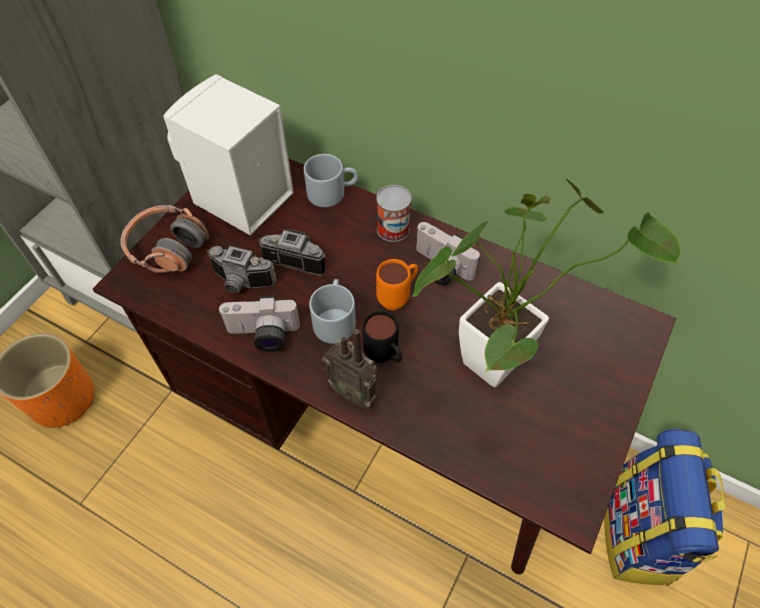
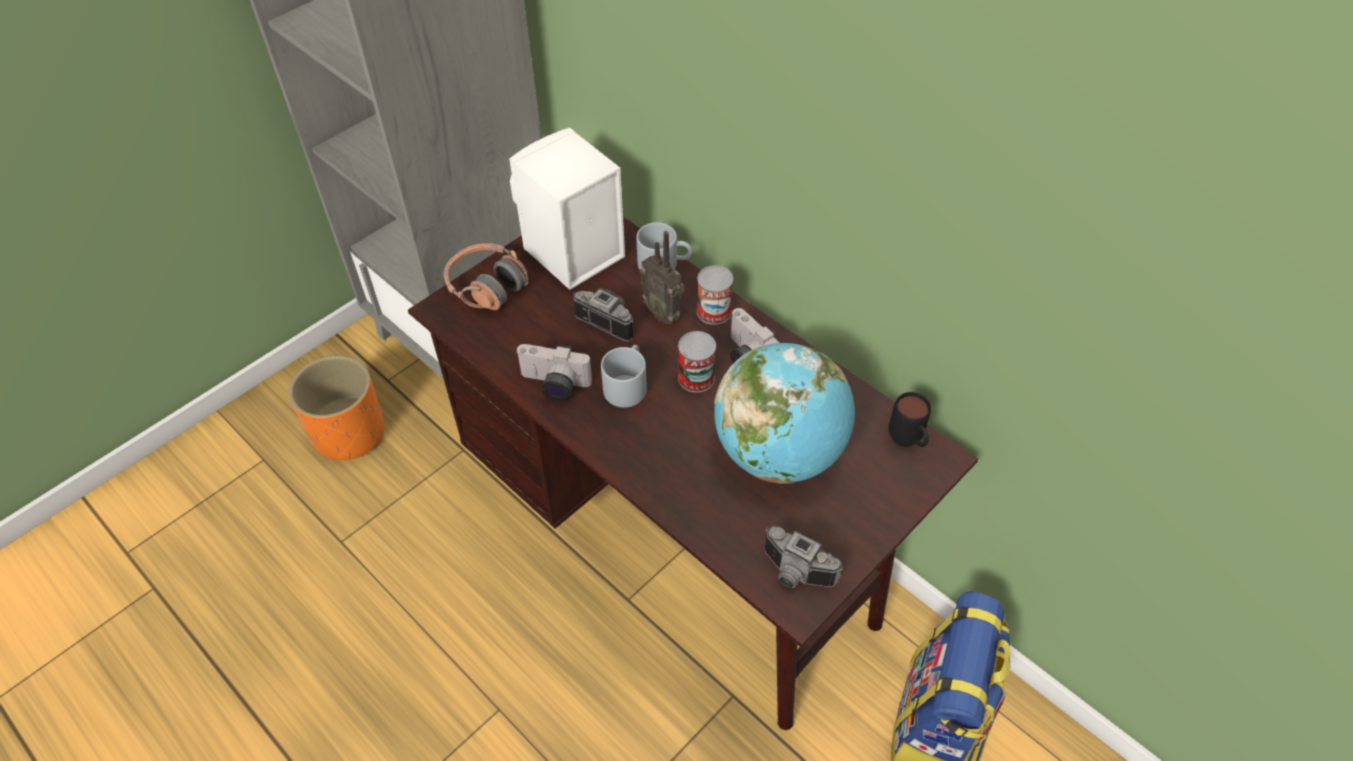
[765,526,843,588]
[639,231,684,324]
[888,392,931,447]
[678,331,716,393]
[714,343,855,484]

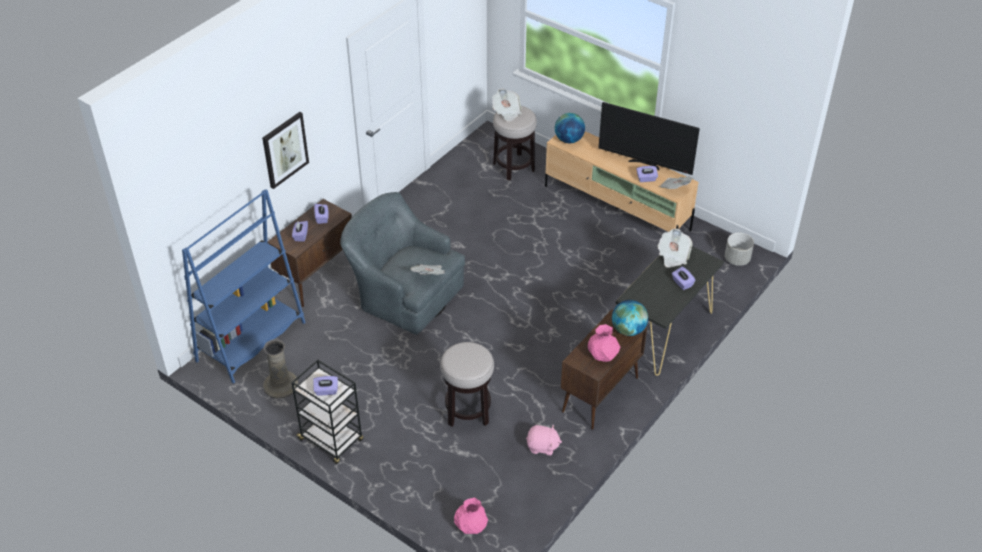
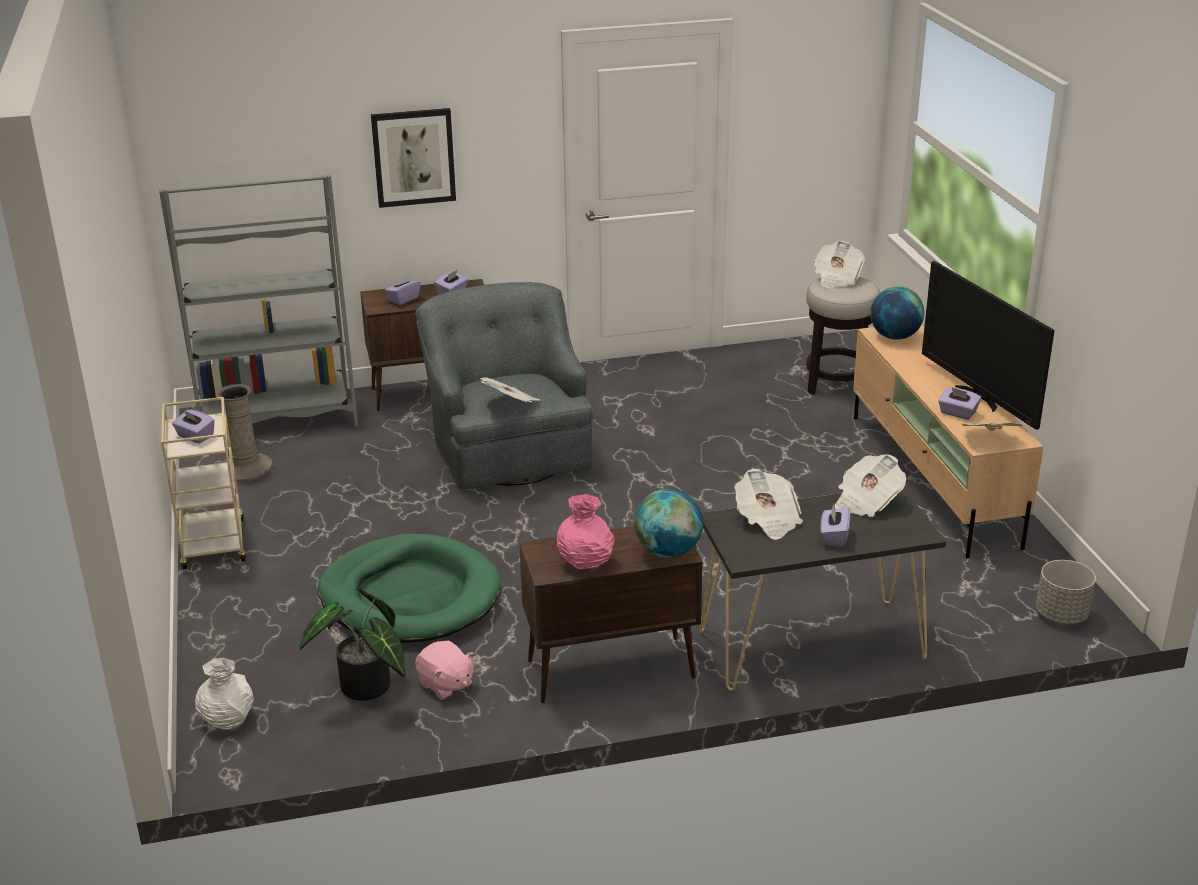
[159,175,358,426]
[161,397,247,570]
[318,534,501,643]
[195,658,254,729]
[300,587,405,701]
[734,469,803,540]

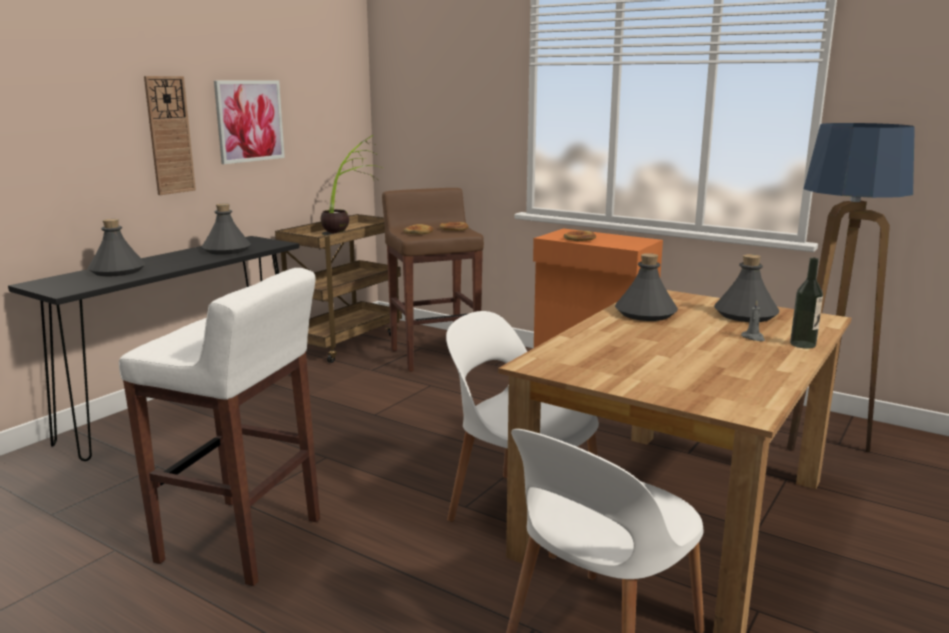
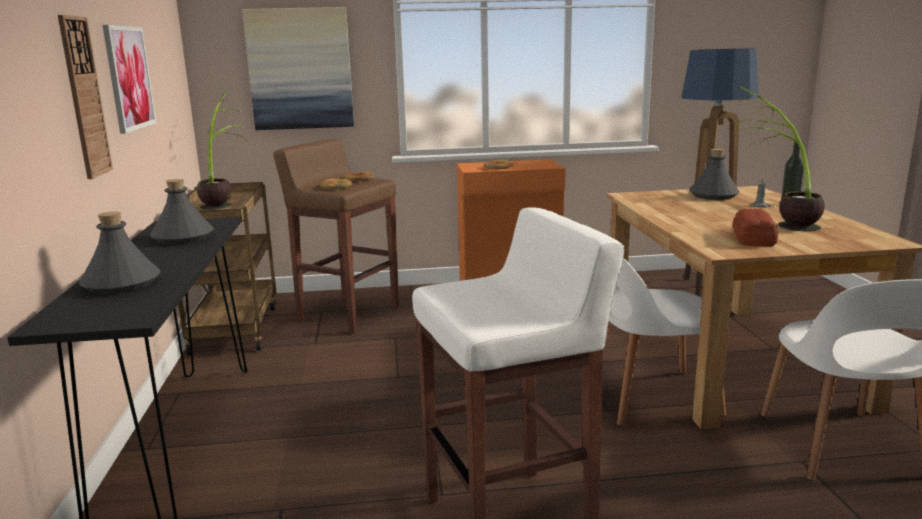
[615,253,678,321] (first image)
[242,7,354,130]
[732,209,778,247]
[733,86,825,231]

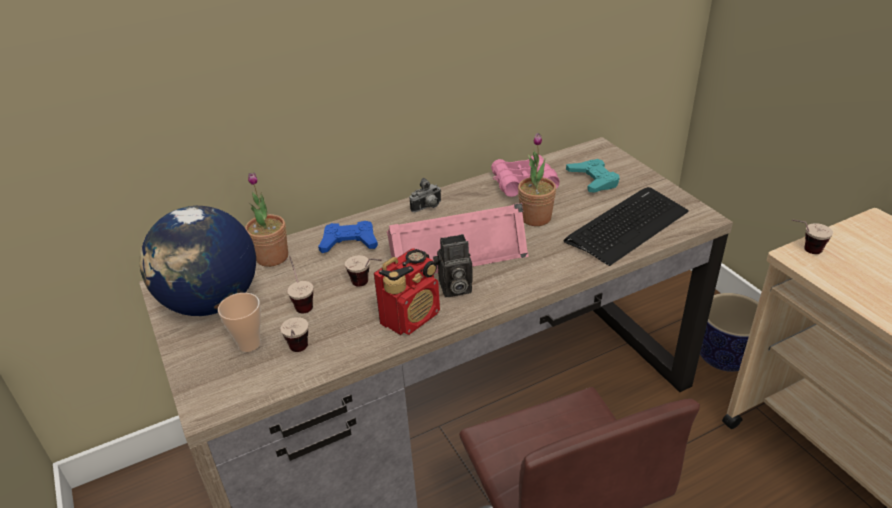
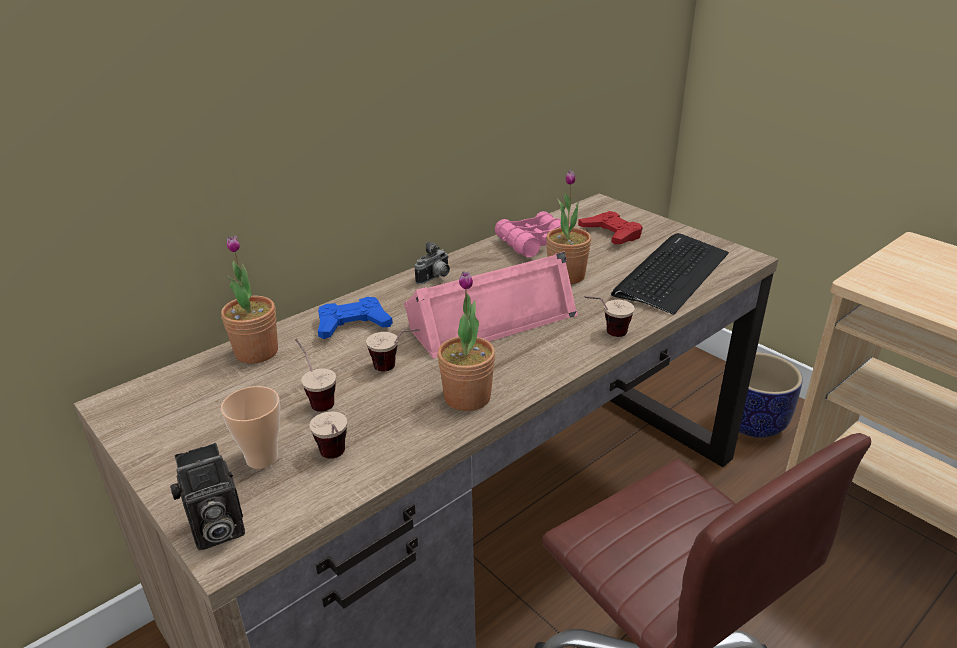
[140,206,256,316] (first image)
[437,271,495,411]
[170,443,245,550]
[578,211,643,244]
[584,296,635,337]

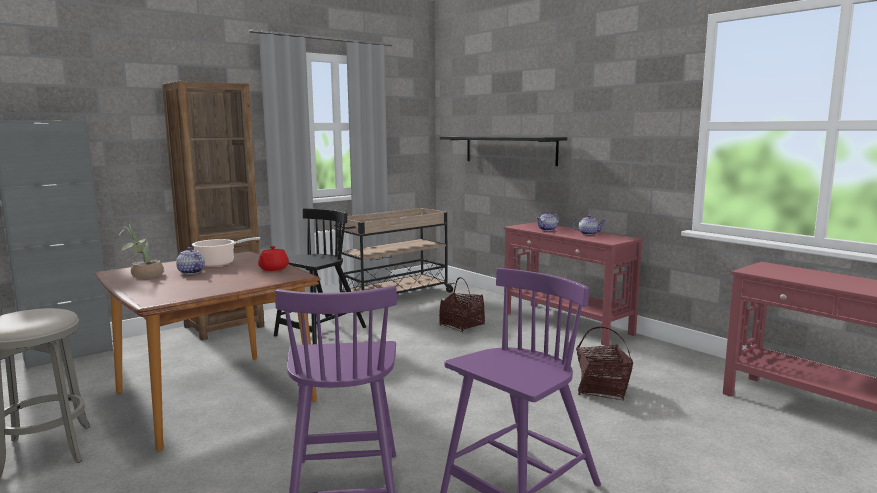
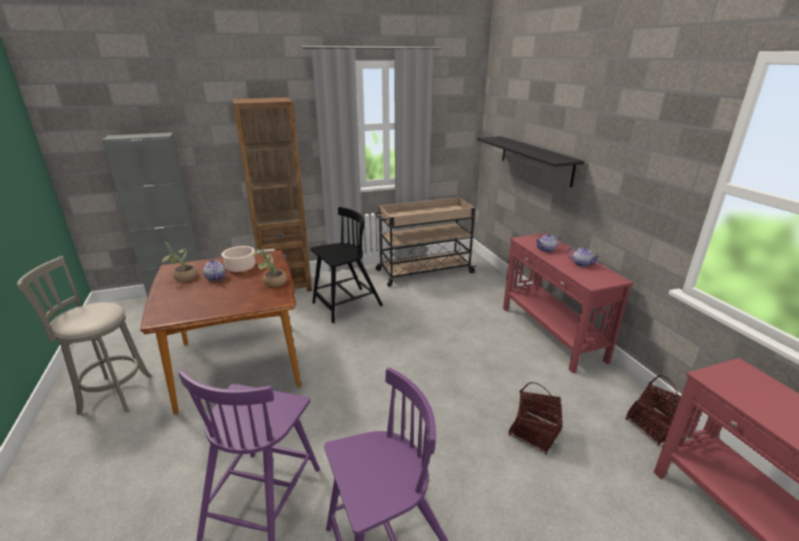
[253,248,287,287]
[626,375,681,446]

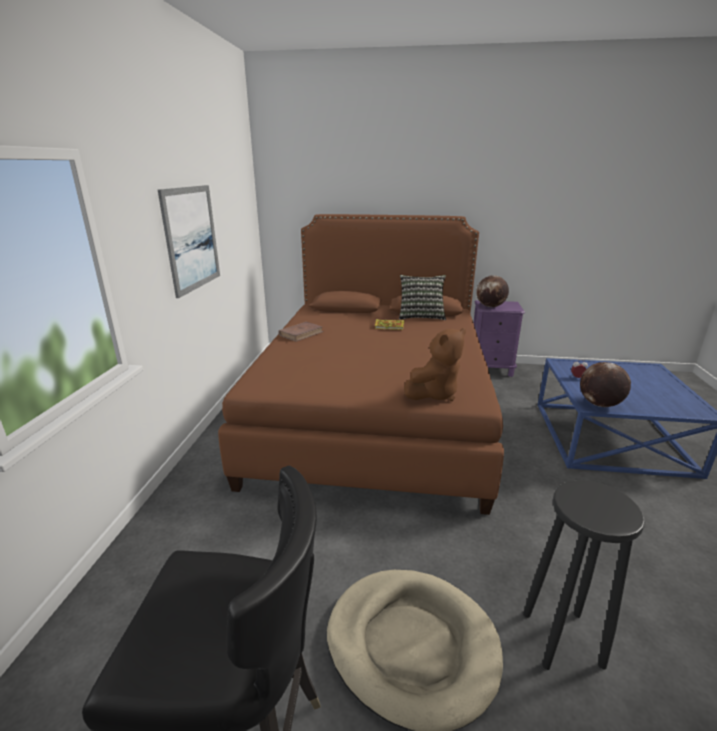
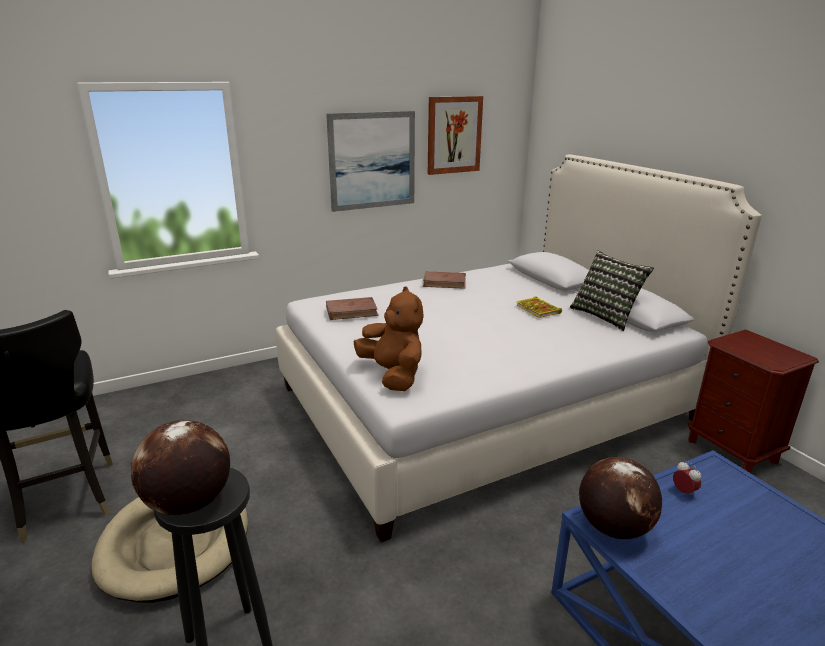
[276,155,762,542]
[354,286,424,391]
[688,330,819,473]
[131,420,230,515]
[326,297,379,320]
[428,96,483,175]

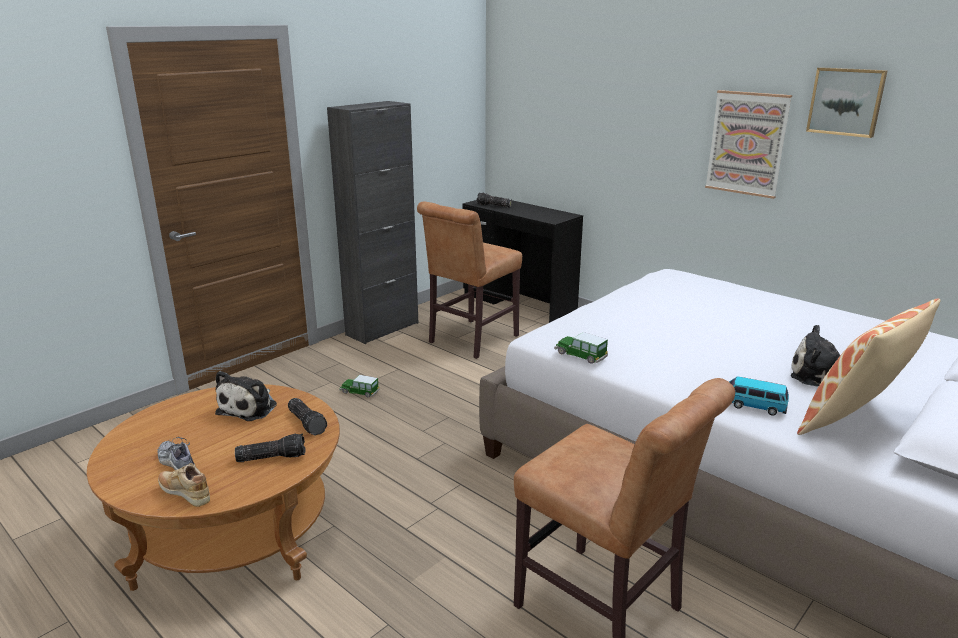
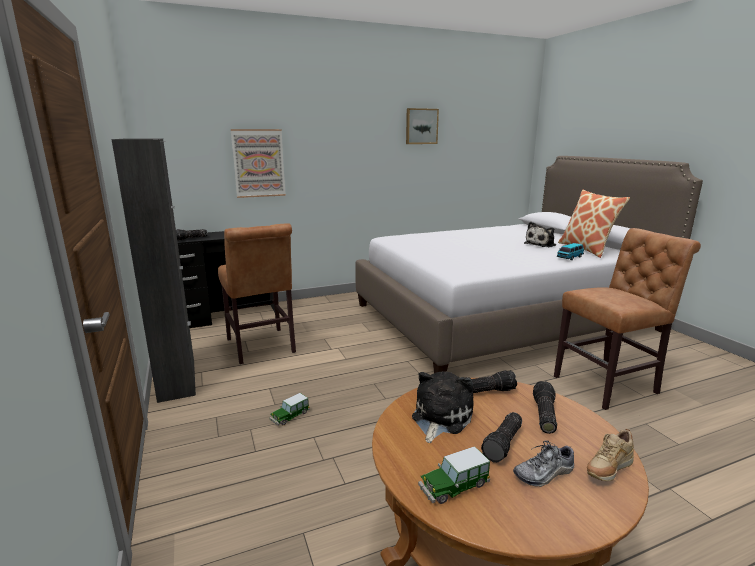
[412,371,473,443]
[418,446,490,504]
[231,129,286,198]
[481,412,522,463]

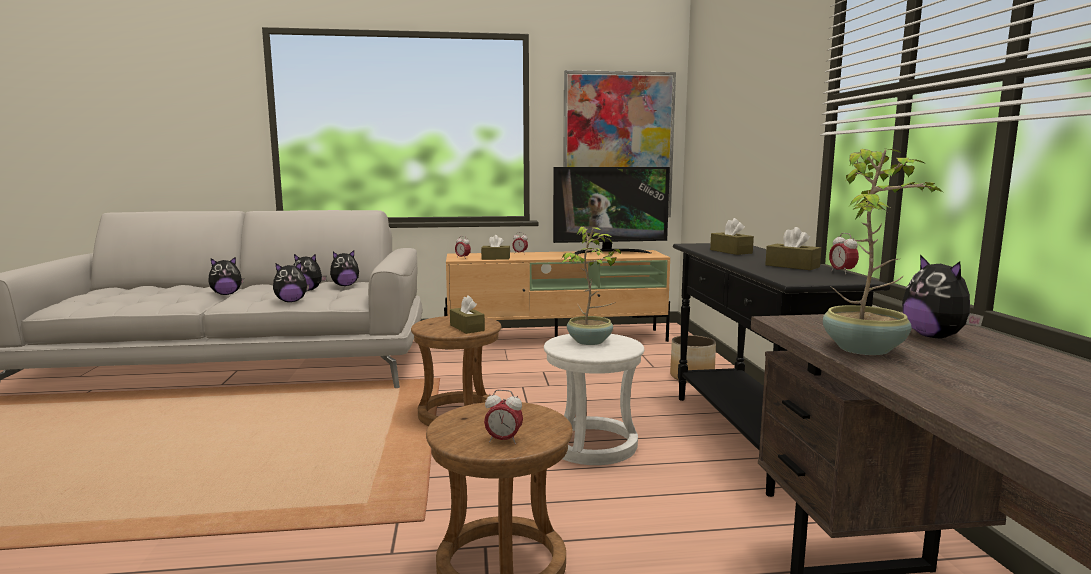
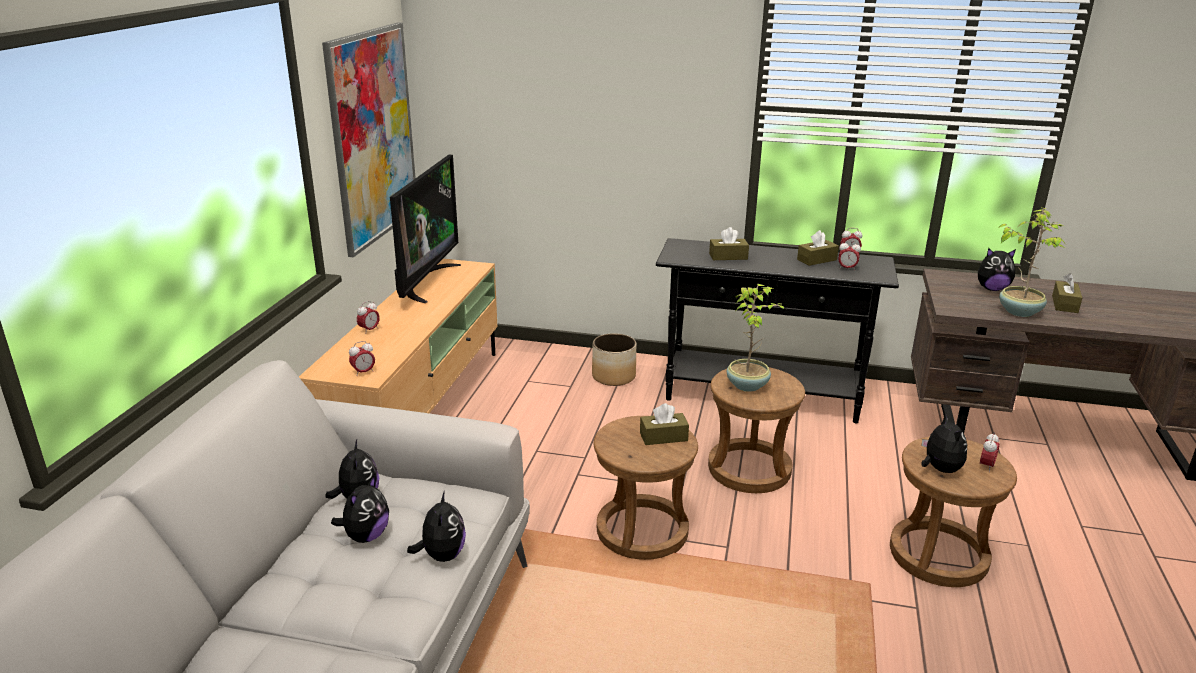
[921,413,967,473]
[1052,273,1082,313]
[708,367,805,493]
[838,240,861,271]

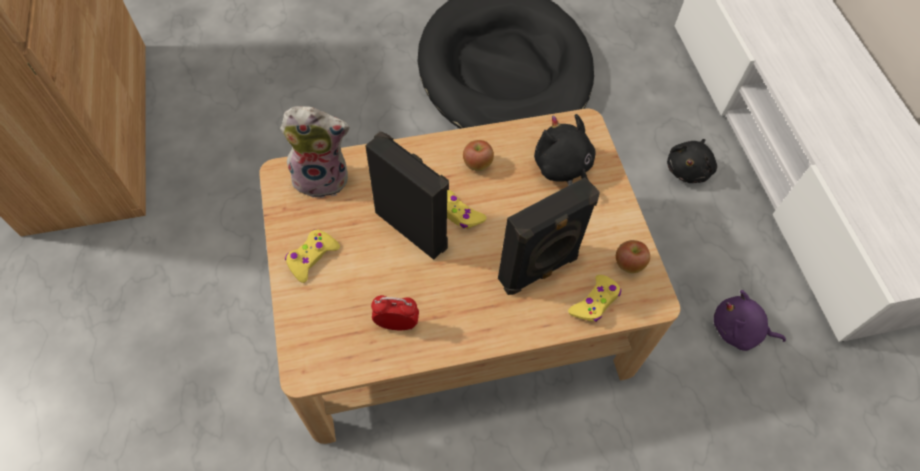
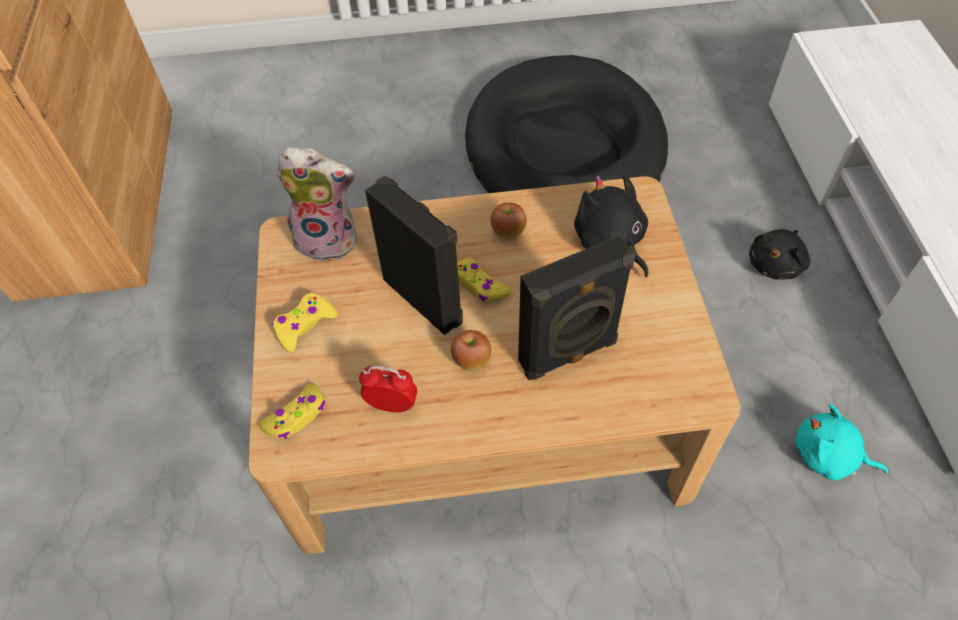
[258,384,325,439]
[451,330,491,371]
[796,404,888,480]

